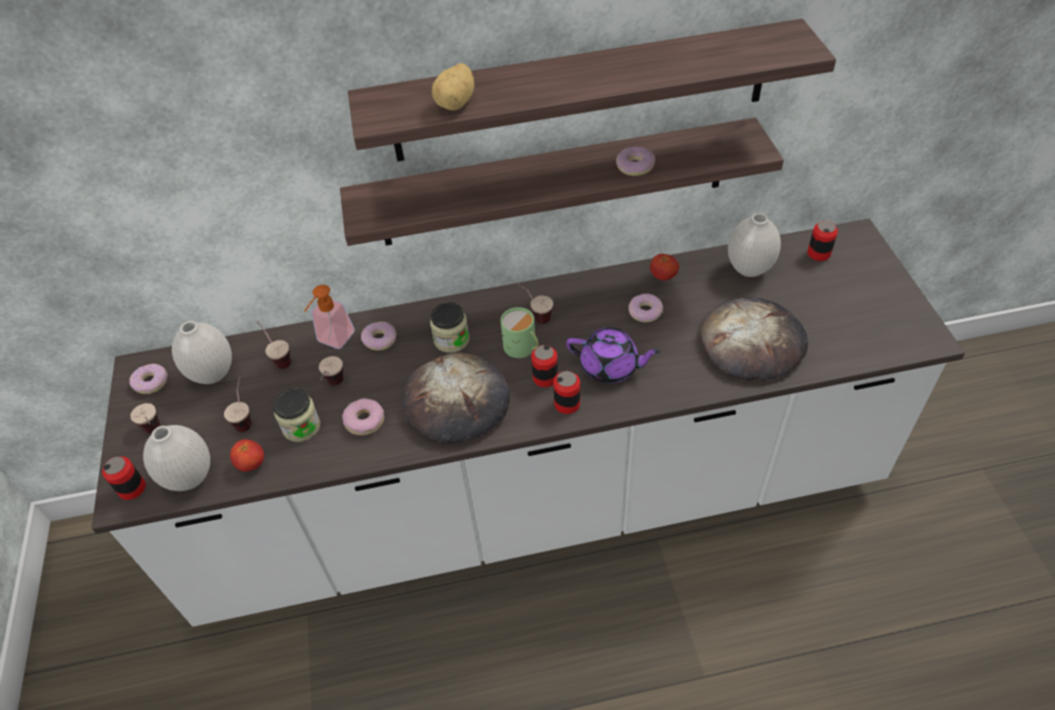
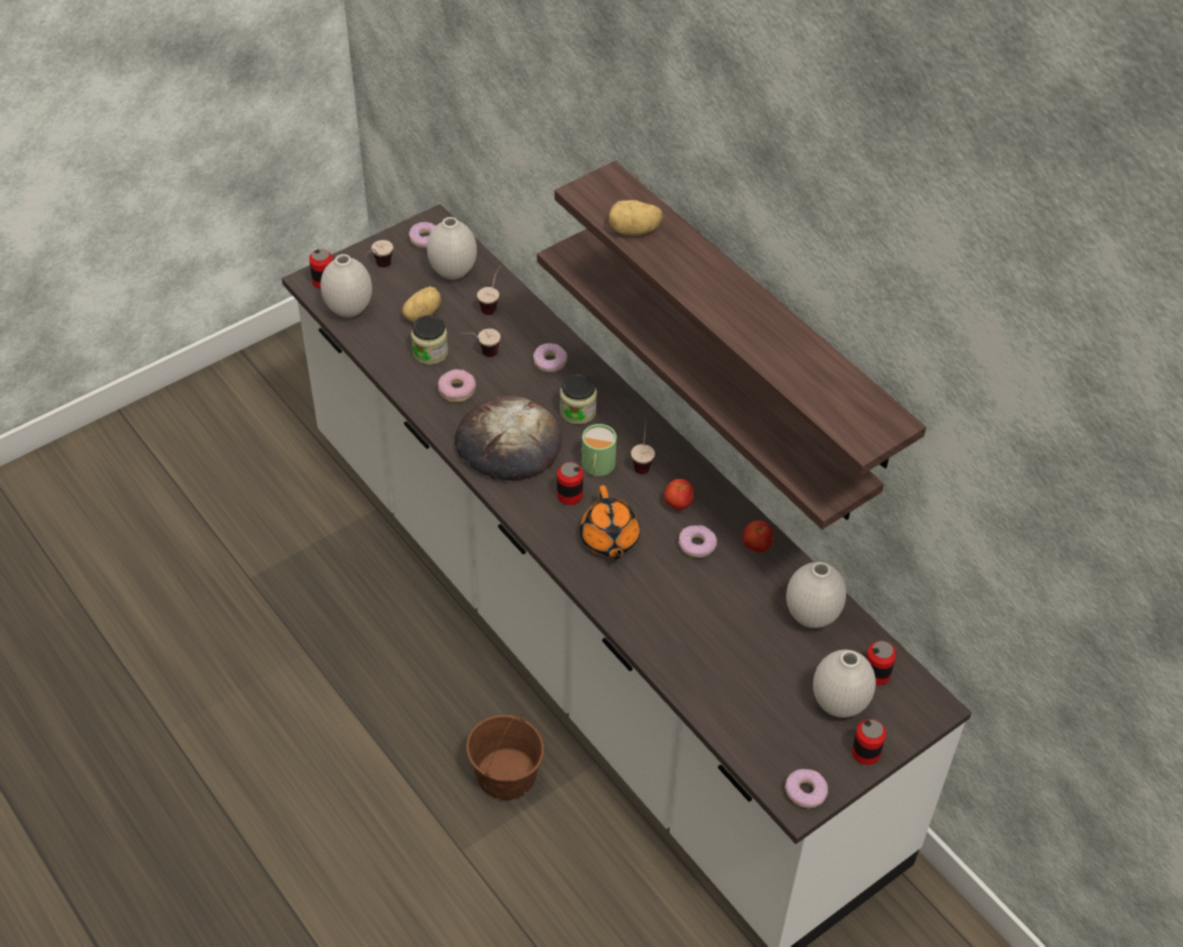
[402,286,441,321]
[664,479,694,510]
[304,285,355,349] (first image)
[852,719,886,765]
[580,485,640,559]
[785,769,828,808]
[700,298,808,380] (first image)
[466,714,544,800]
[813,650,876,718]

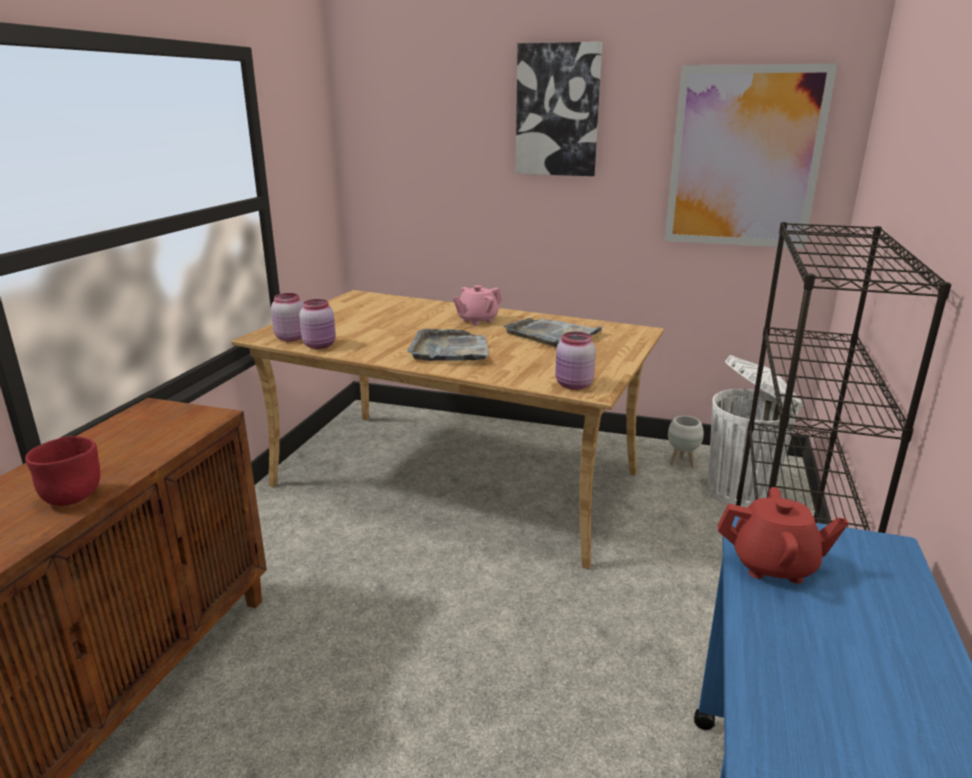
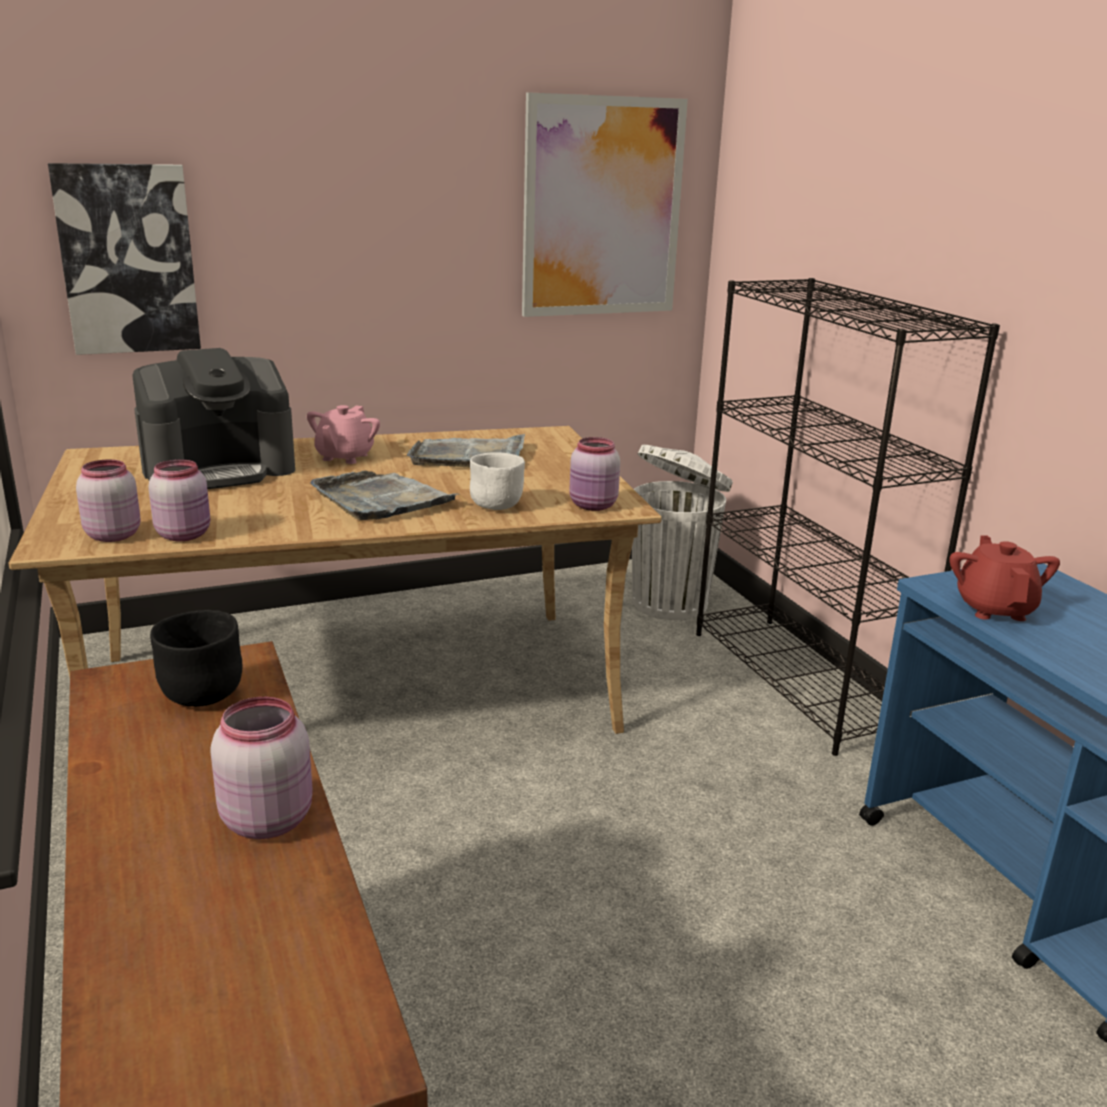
[210,697,313,839]
[48,163,201,355]
[668,416,704,468] (first image)
[949,535,1060,621]
[133,348,295,489]
[150,610,242,707]
[470,452,525,510]

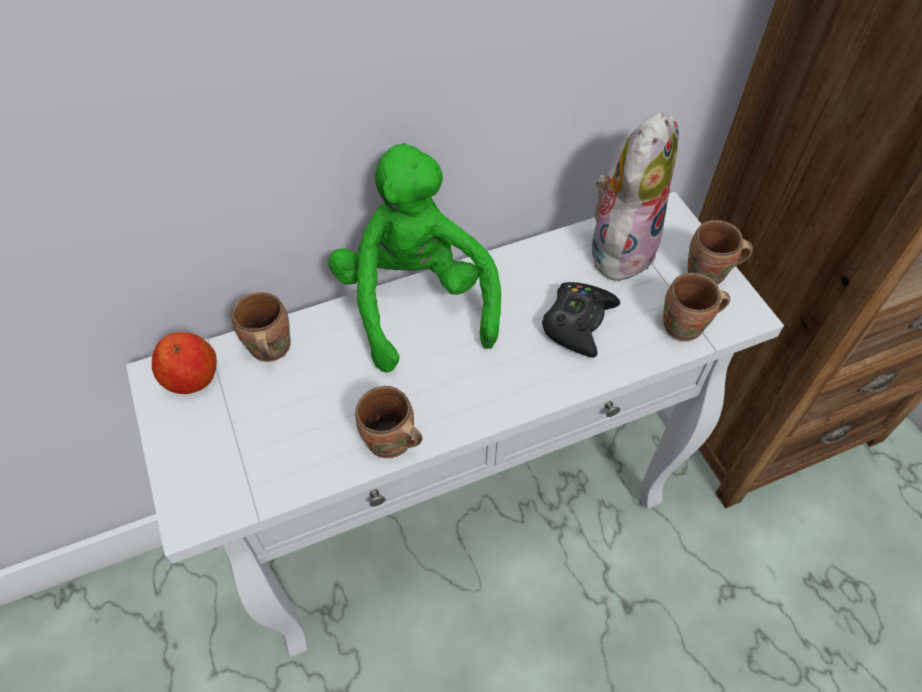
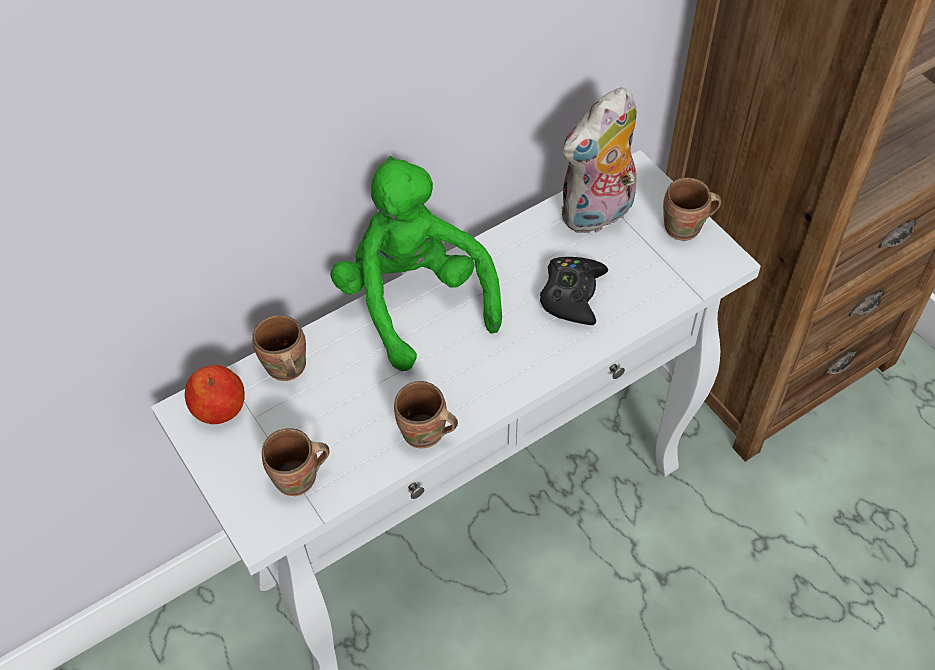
[562,87,637,235]
[262,428,329,496]

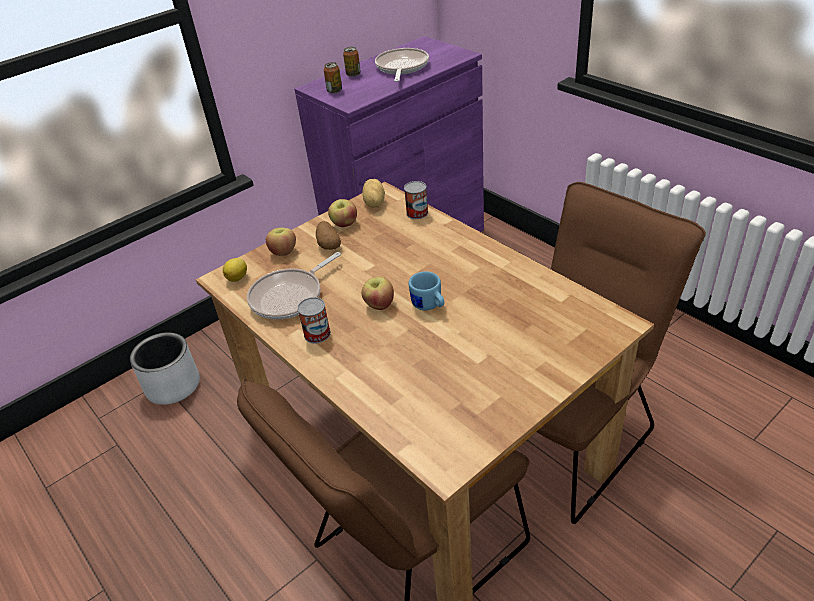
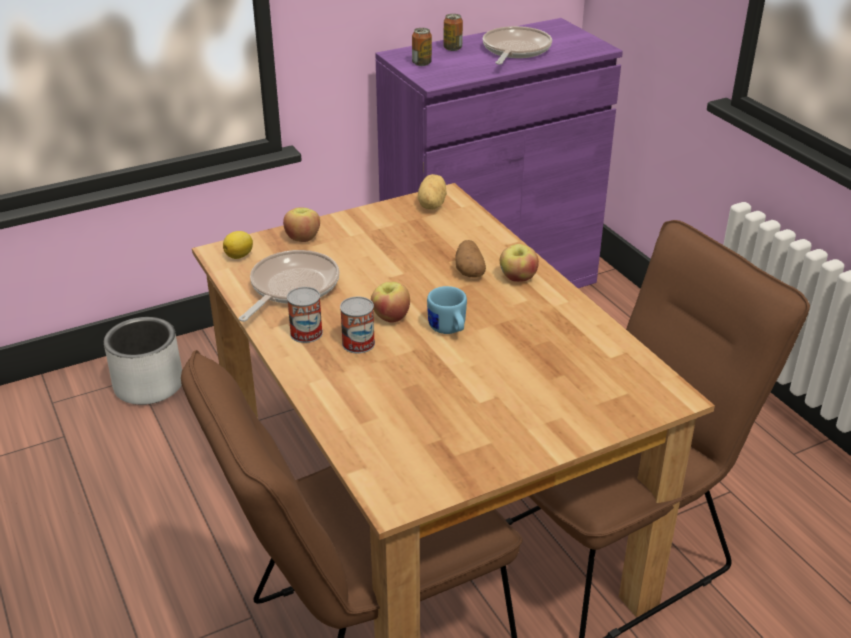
[239,250,339,322]
[455,240,486,278]
[500,244,539,282]
[340,296,375,354]

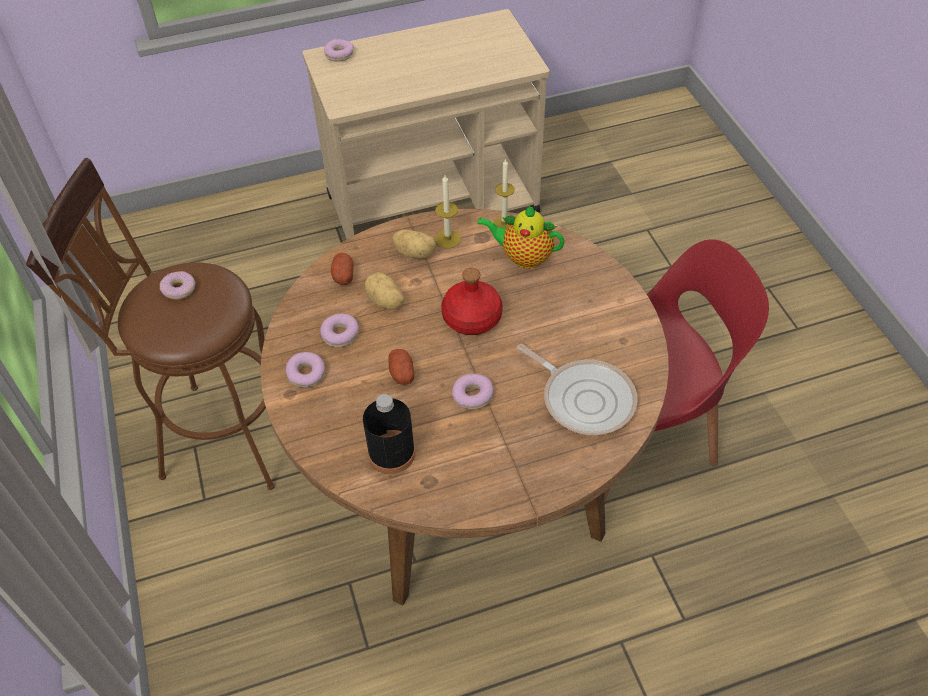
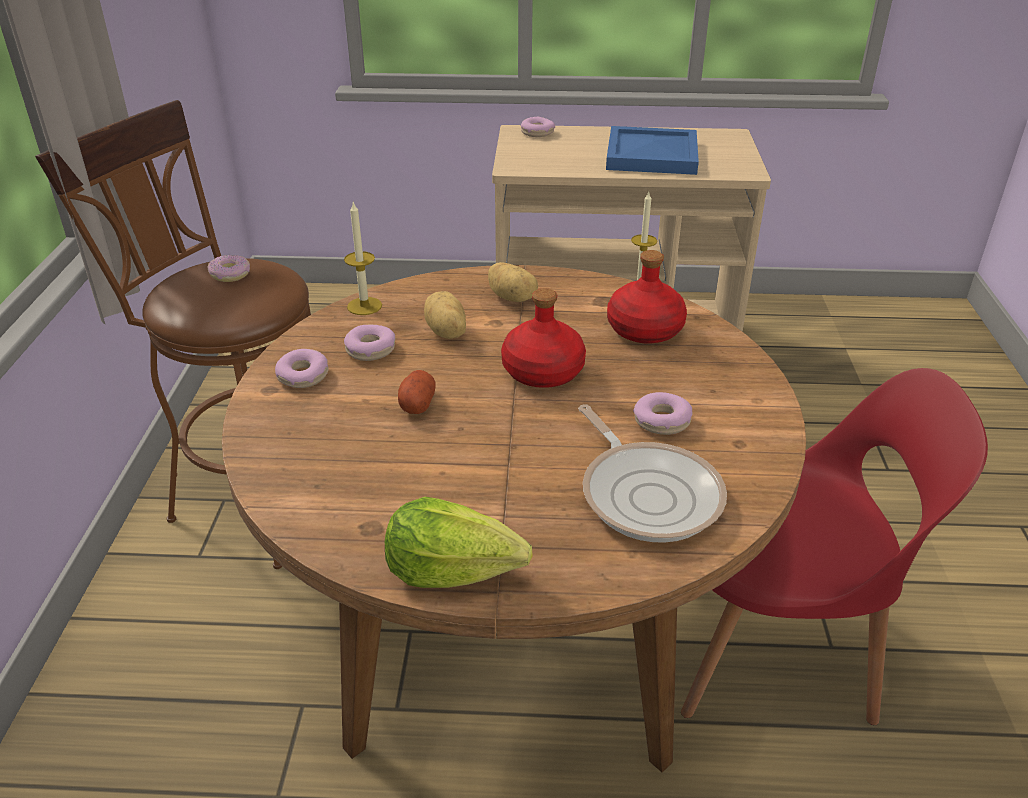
[331,253,354,285] (first image)
[363,394,415,474] (first image)
[344,202,382,315]
[633,392,692,435]
[607,250,687,344]
[385,497,533,588]
[606,126,699,175]

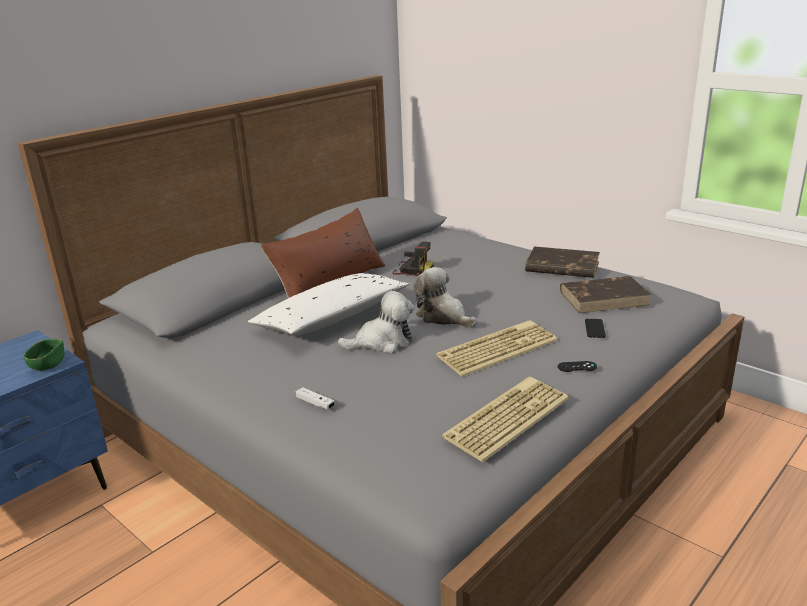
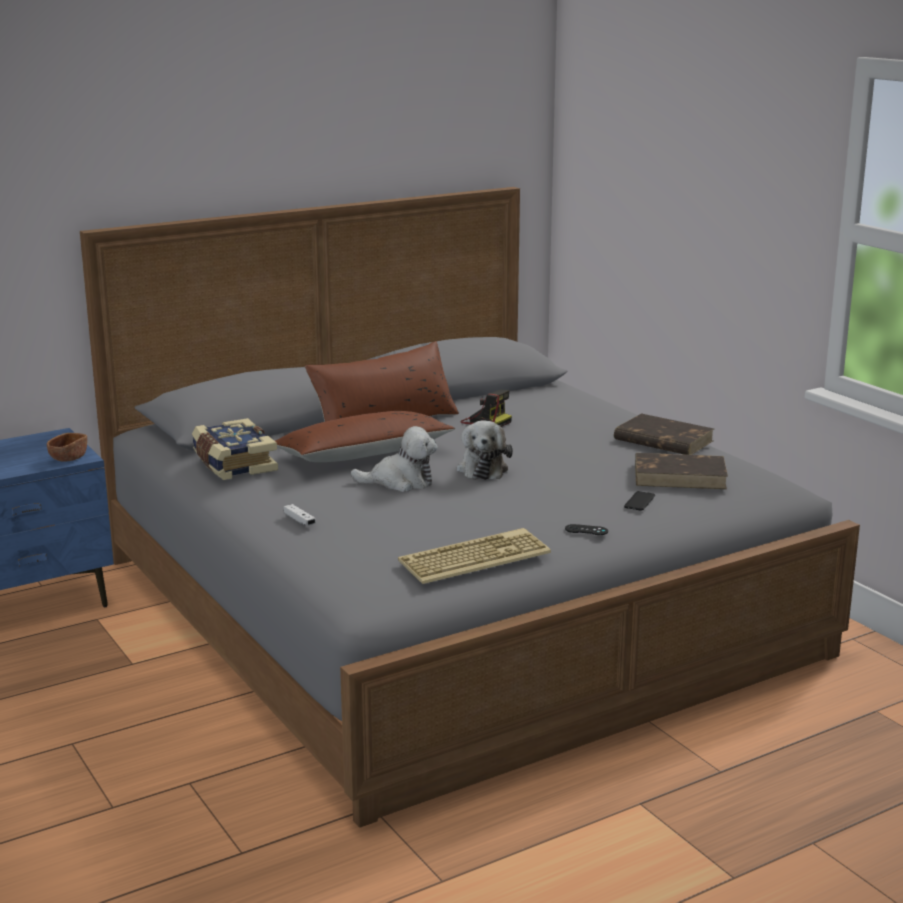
[47,433,87,462]
[275,411,455,462]
[457,420,513,480]
[436,320,558,377] (first image)
[192,418,278,480]

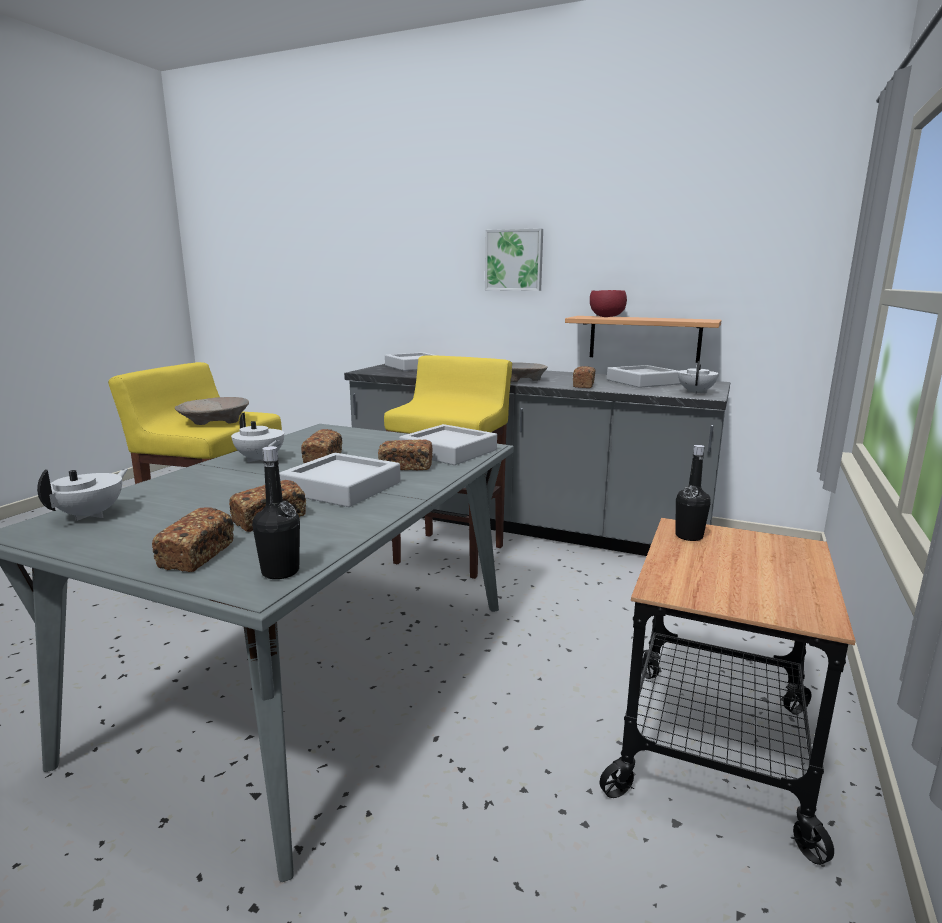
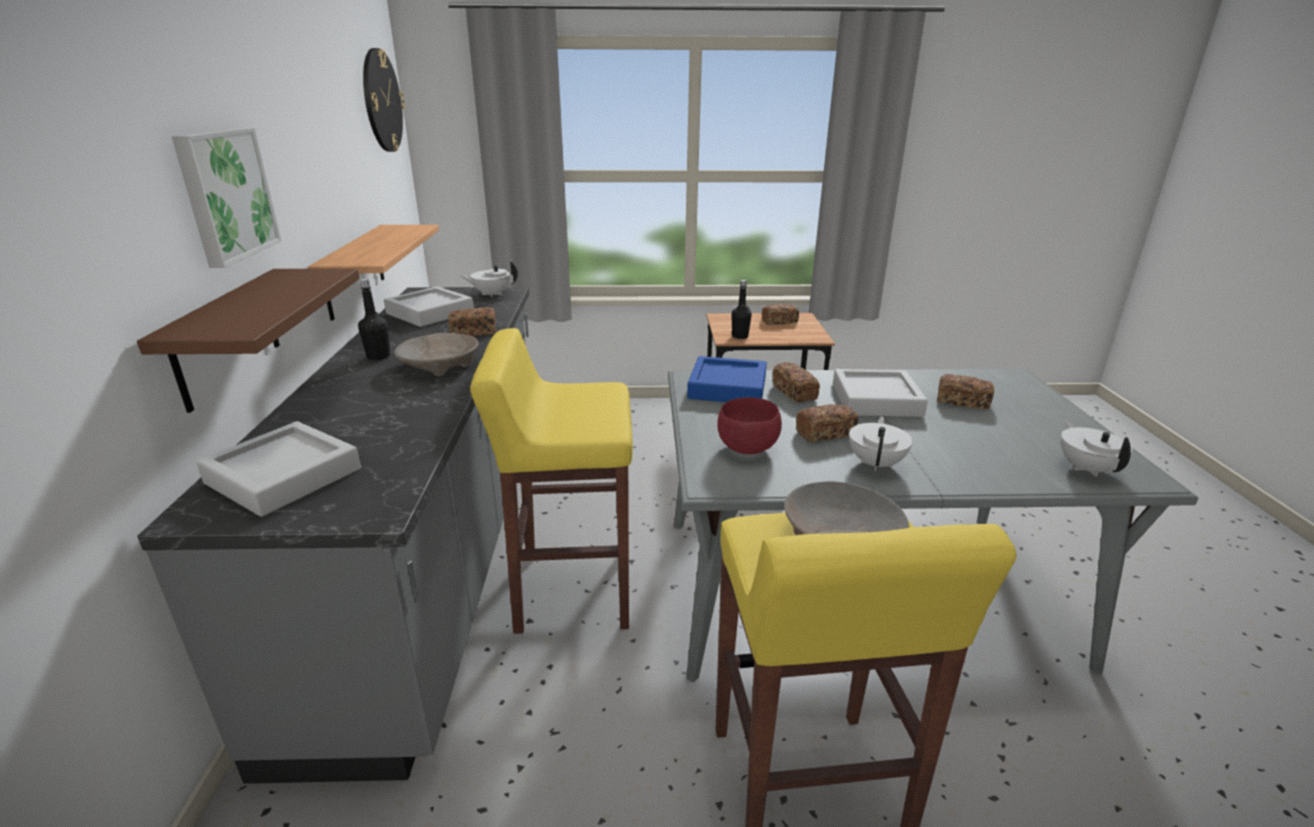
[1061,420,1132,477]
[762,304,799,325]
[358,278,390,360]
[687,356,767,402]
[717,397,782,454]
[137,269,360,413]
[363,48,405,152]

